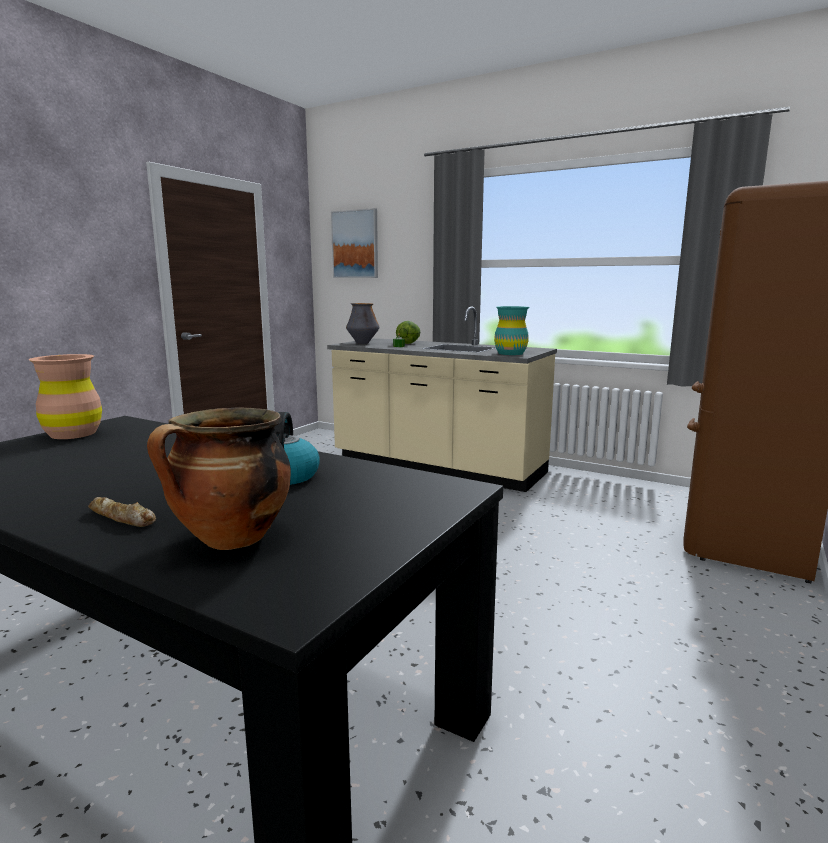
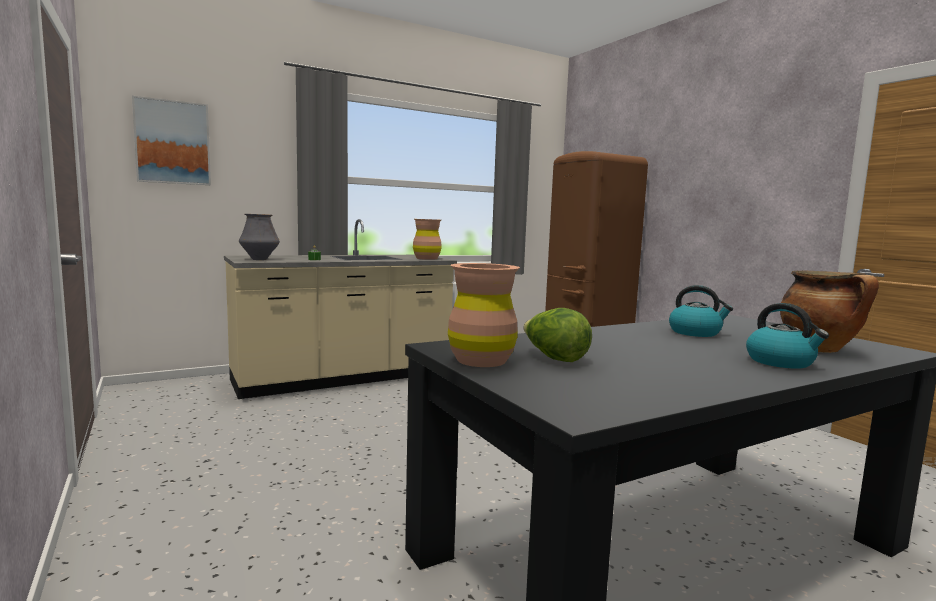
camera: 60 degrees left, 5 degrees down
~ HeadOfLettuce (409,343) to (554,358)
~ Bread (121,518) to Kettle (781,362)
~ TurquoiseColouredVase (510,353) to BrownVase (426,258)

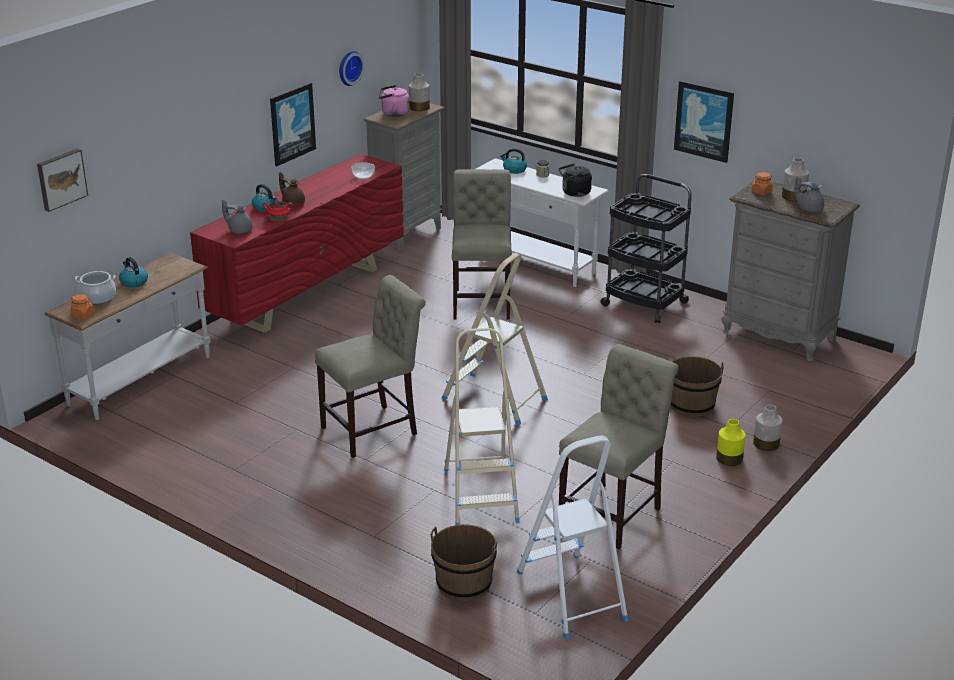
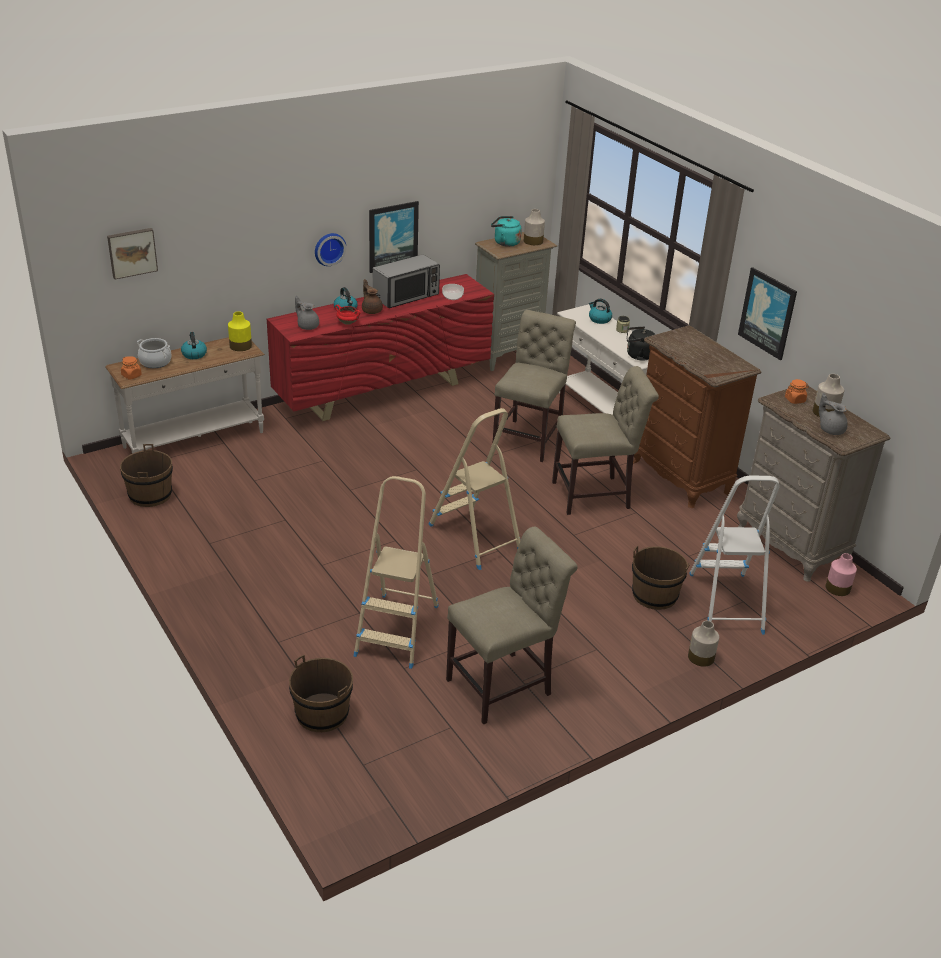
camera: 20 degrees right, 5 degrees up
+ BrownPail (150,495)
+ MicrowaveOven (406,296)
+ PinkColouredVase (837,587)
~ BeigeChair (374,429) to (595,495)
~ WallClock (349,67) to (329,248)
~ WhiteStepLadder (570,594) to (725,601)
~ YellowVase (729,458) to (240,346)
~ BlackColouredTrolley (643,304) to BrownDrawerChest (679,478)
~ PinkColouredKettle (393,113) to TurquoiseColouredKettle (505,242)

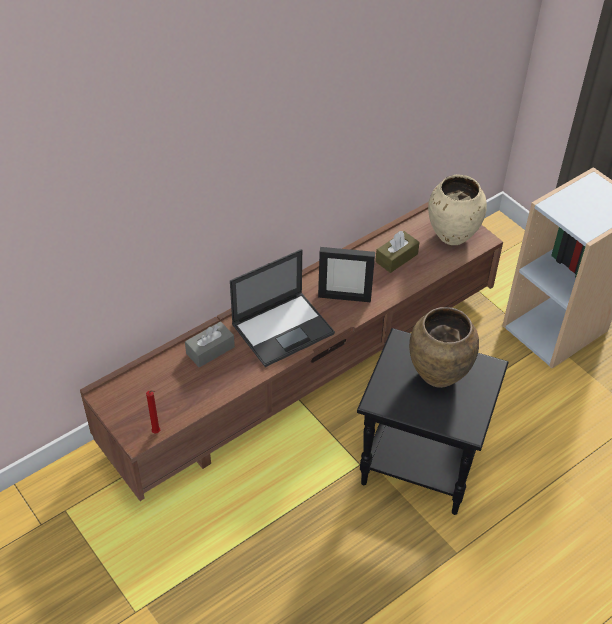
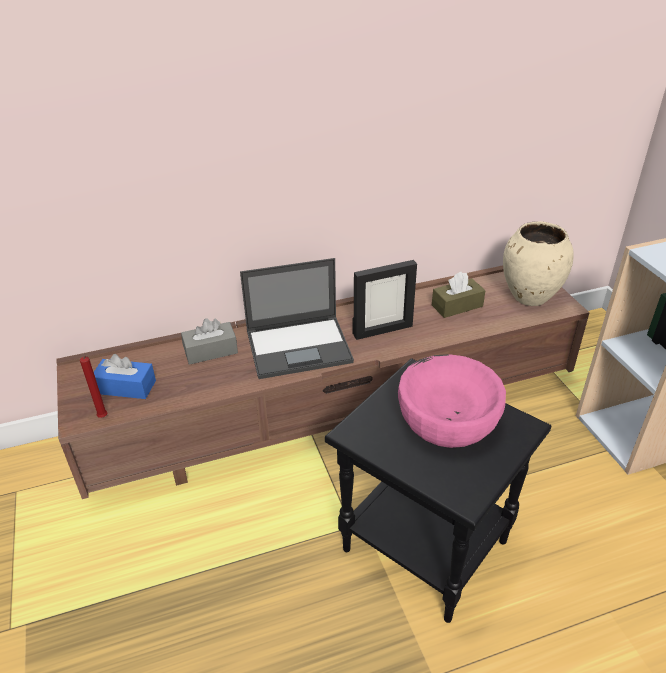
camera: 20 degrees right, 10 degrees down
+ BluishBoxOfTissues (126,387)
~ BrownVase (437,375) to PinkColouredDeepDish (447,420)
~ StandingFrame (344,296) = (382,330) 45 degrees counterclockwise

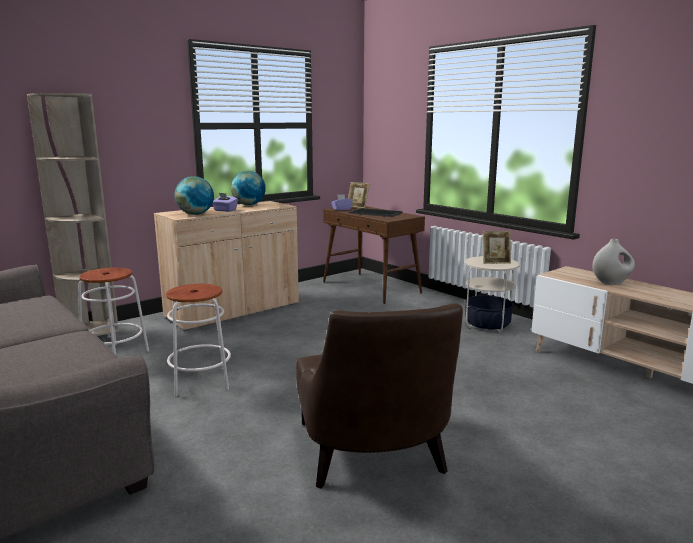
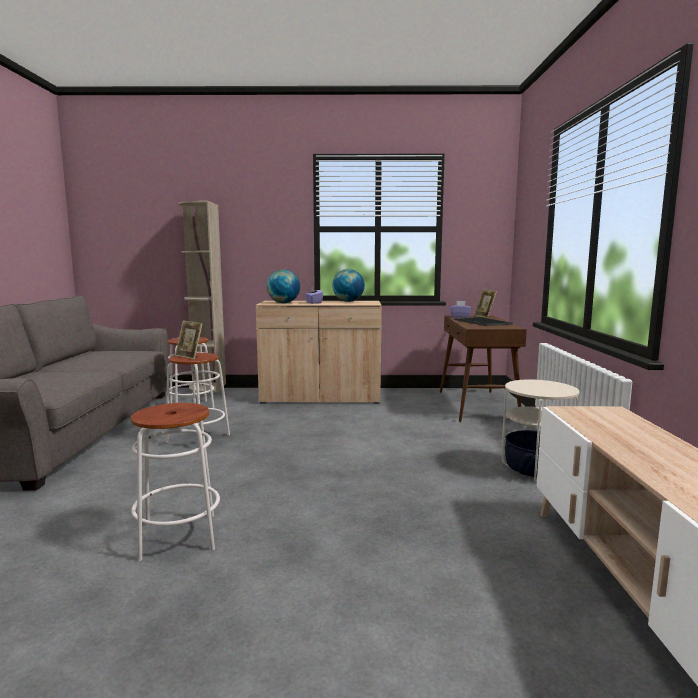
camera: 40 degrees right, 5 degrees down
- WhiteVase (611,282)
~ StandingFrame (495,262) to (189,357)
~ BrownLoungeChair (373,455) to WhiteStool (178,536)

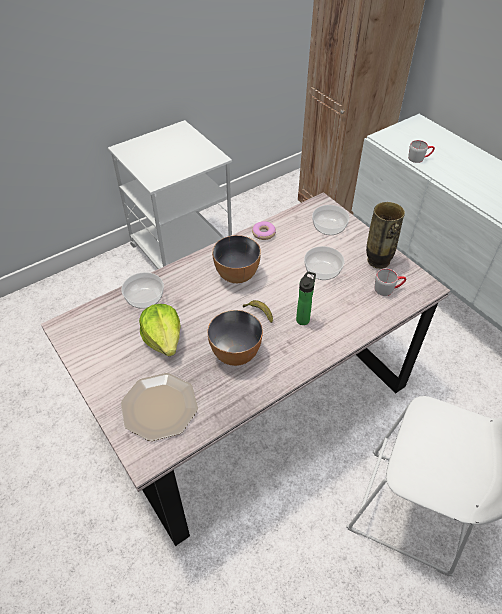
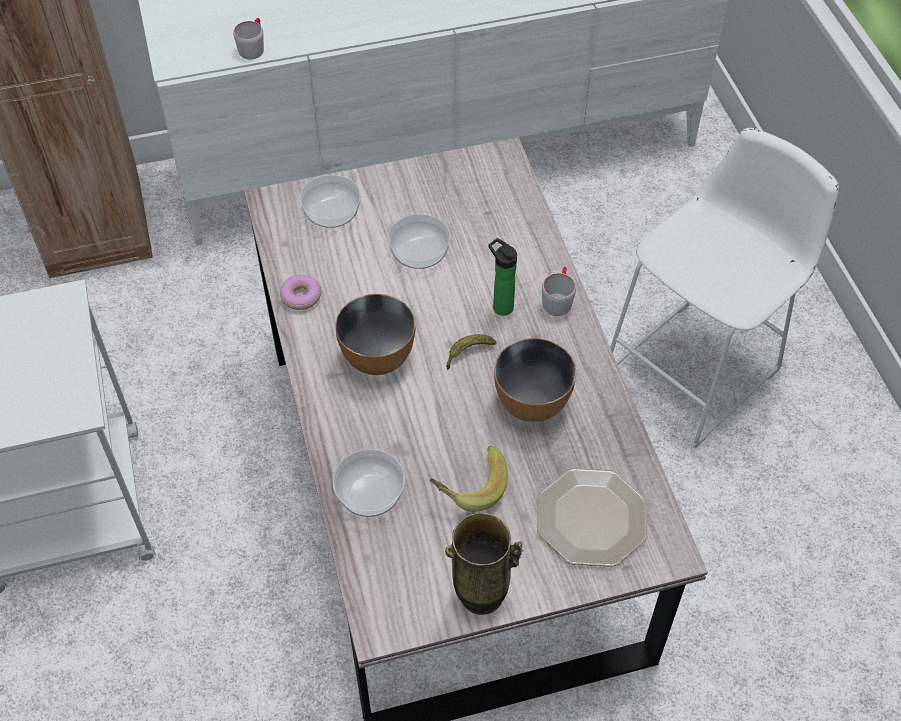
camera: 70 degrees left, 5 degrees up
~ Vase (378,261) to (481,596)
~ GrayTeaMug (388,289) to (558,299)
~ HeadOfLettuce (163,339) to Banana (468,486)

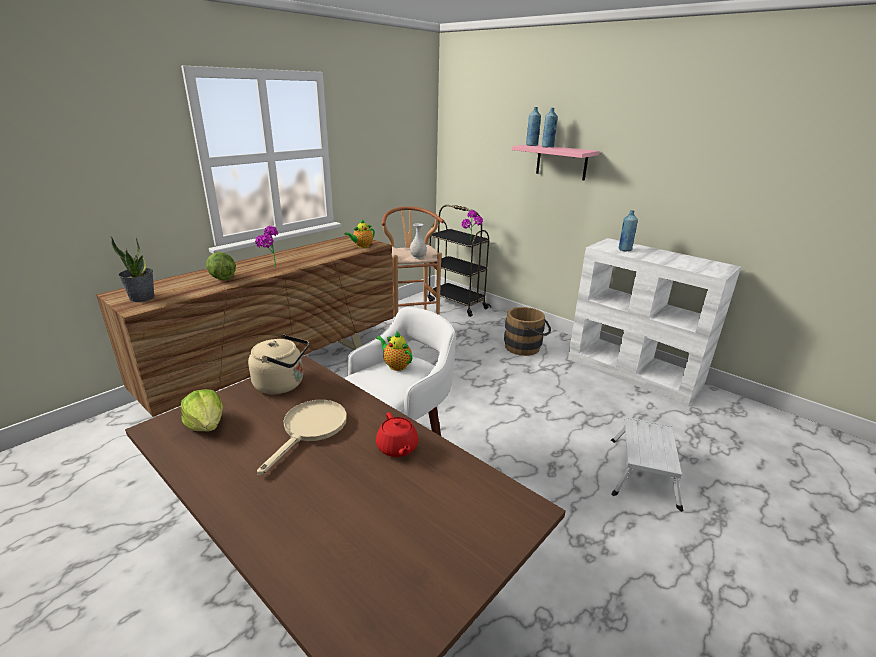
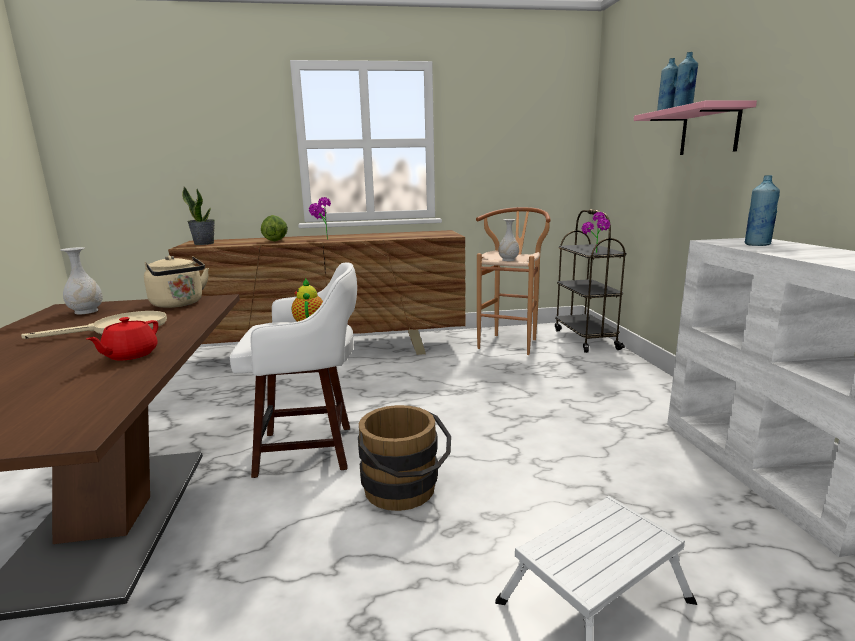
camera: 40 degrees right, 10 degrees down
- TeaPot (362,246)
~ BrownPail (526,347) to (404,491)
~ HeadOfLettuce (206,424) to WhiteVase (87,311)

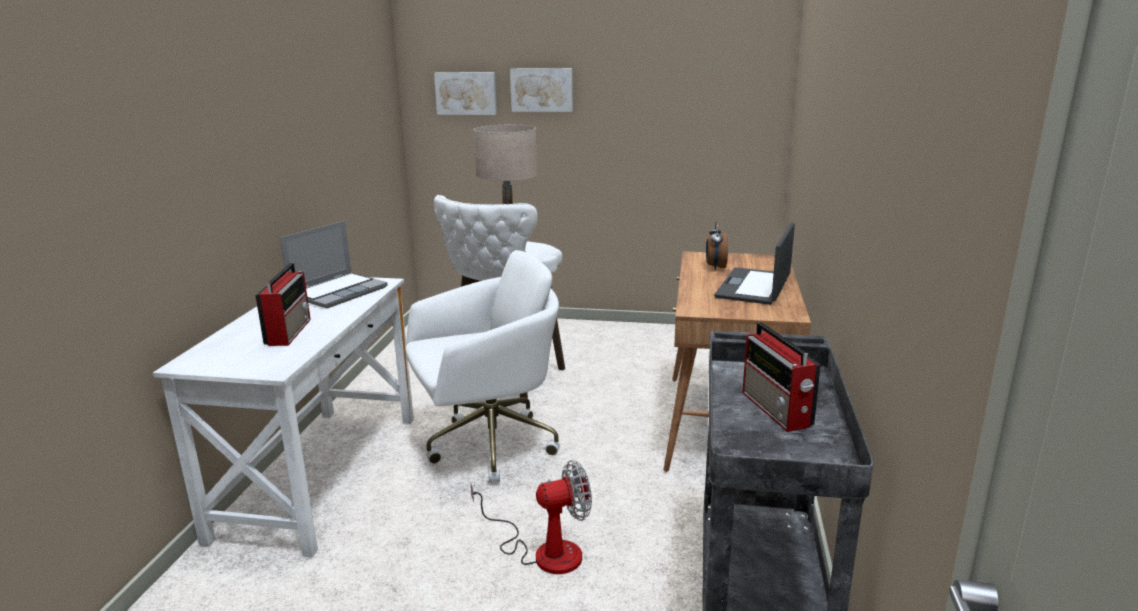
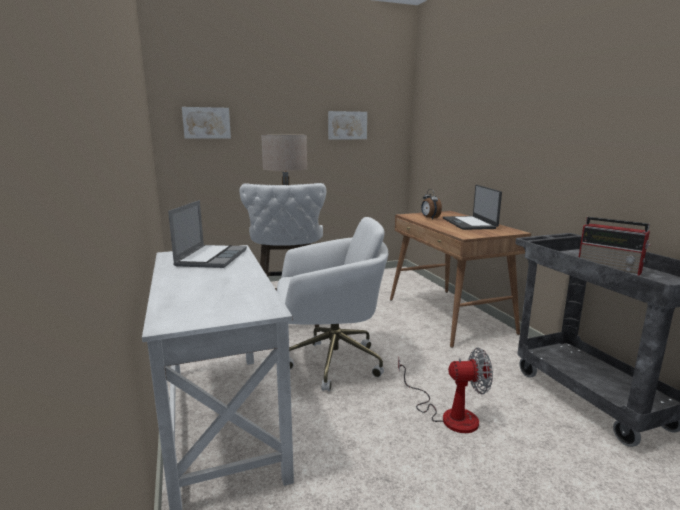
camera: 30 degrees left, 5 degrees down
- Radio (289,331)
~ WallPicture (542,90) to (347,125)
~ WhiteDeskChair (487,448) = (329,364) 45 degrees clockwise
~ CoolingFan (544,551) = (449,414) 45 degrees clockwise

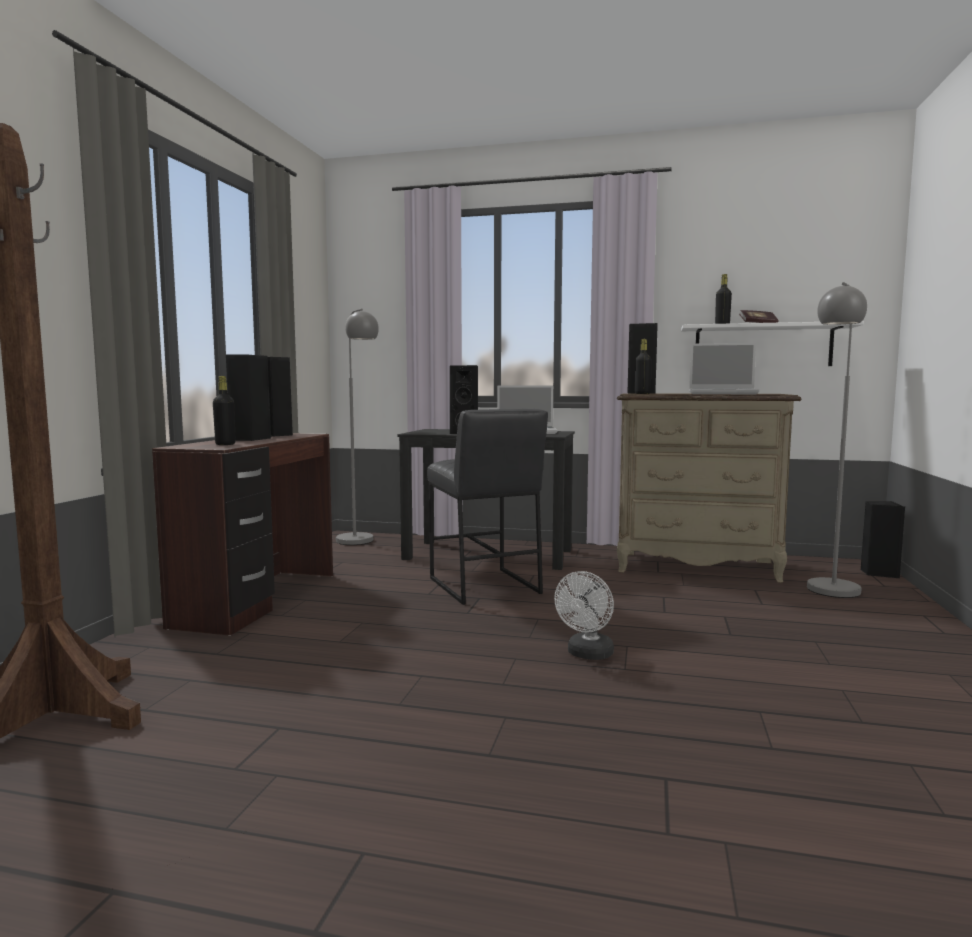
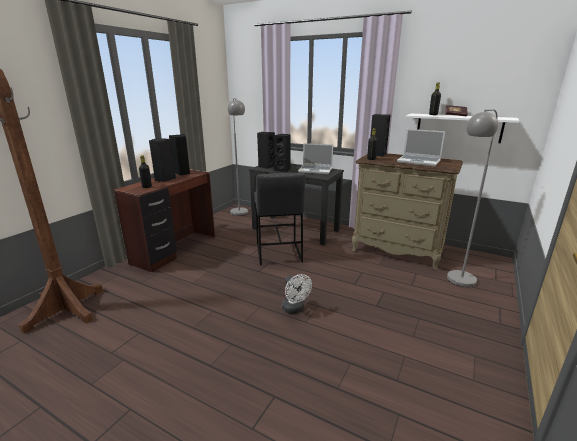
camera: 15 degrees right, 15 degrees up
~ BlackColouredLoudspeaker (879,573) to (266,166)
~ WhiteCoolingFan (587,655) = (295,309) 75 degrees counterclockwise

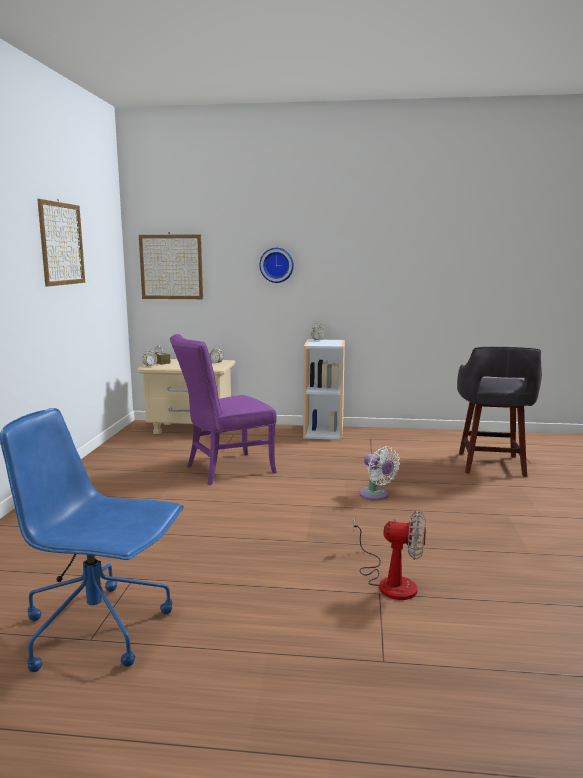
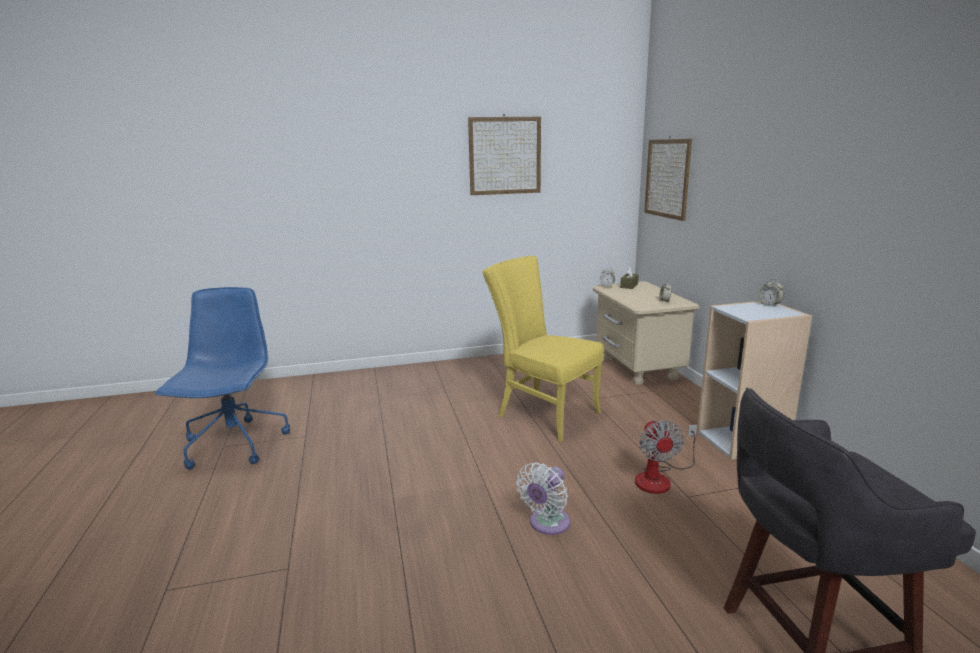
camera: 70 degrees right, 5 degrees up
- WallClock (277,265)
~ CoolingFan (390,581) to (660,478)
~ PurplishChair (224,470) to YellowChair (542,413)

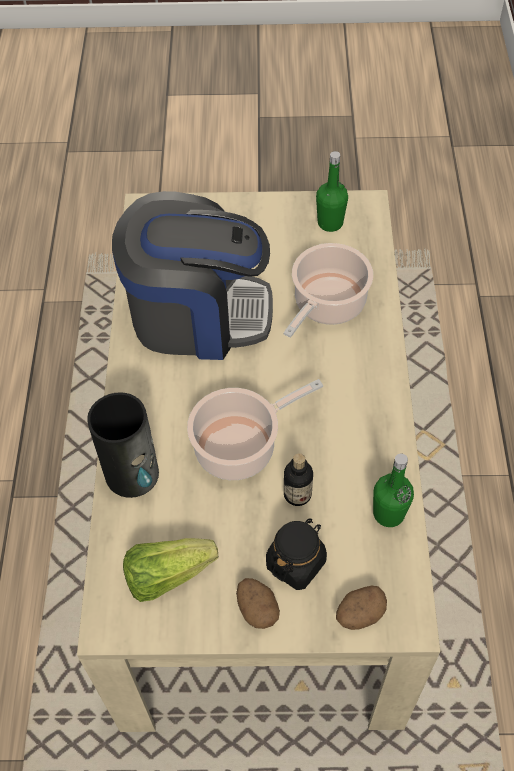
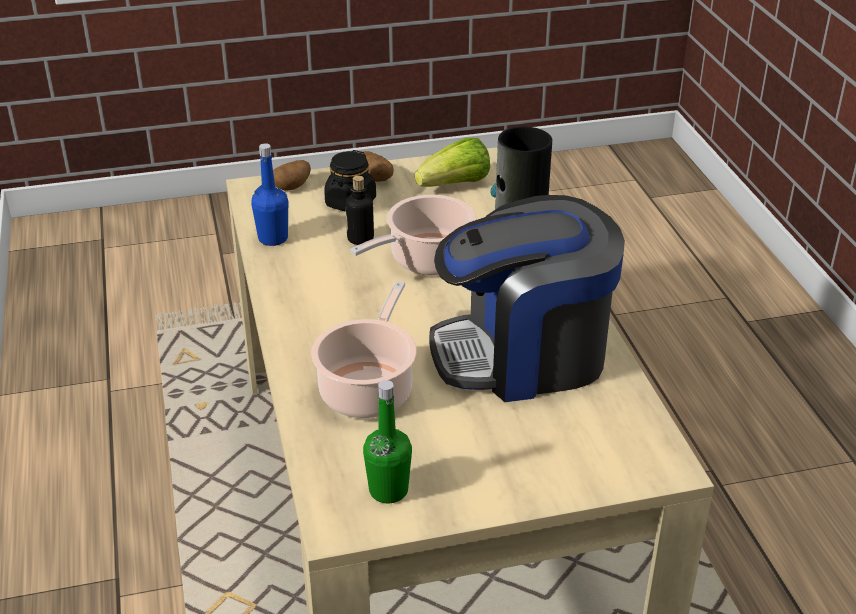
camera: 165 degrees right, 20 degrees down
~ GreenBeverageBottle (388,513) to BluishBeverageBottle (273,238)

